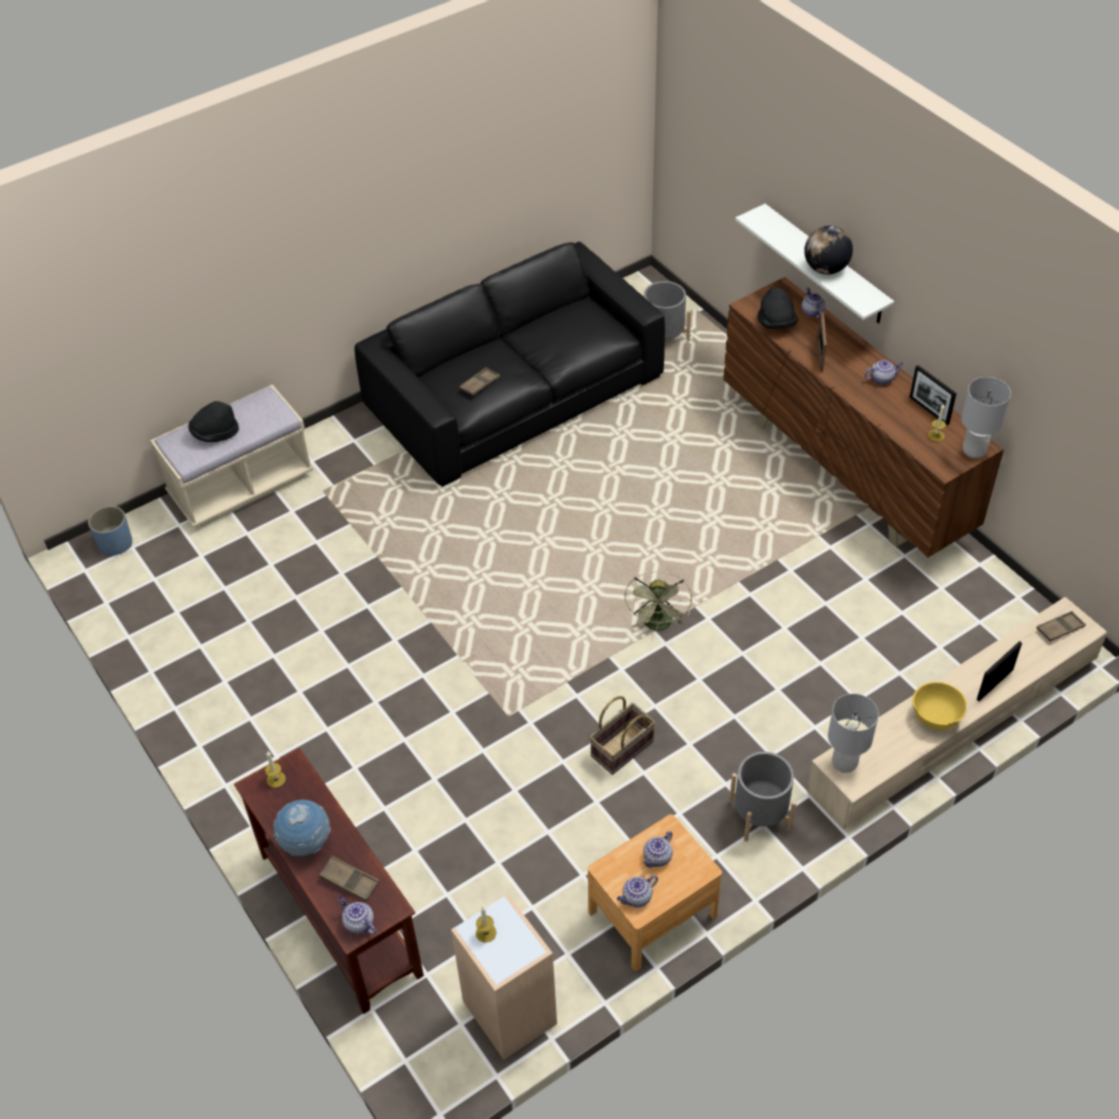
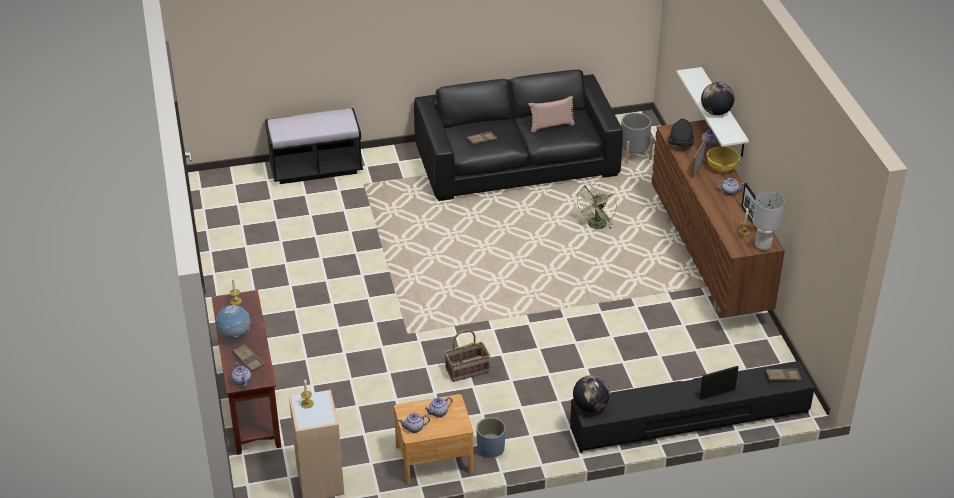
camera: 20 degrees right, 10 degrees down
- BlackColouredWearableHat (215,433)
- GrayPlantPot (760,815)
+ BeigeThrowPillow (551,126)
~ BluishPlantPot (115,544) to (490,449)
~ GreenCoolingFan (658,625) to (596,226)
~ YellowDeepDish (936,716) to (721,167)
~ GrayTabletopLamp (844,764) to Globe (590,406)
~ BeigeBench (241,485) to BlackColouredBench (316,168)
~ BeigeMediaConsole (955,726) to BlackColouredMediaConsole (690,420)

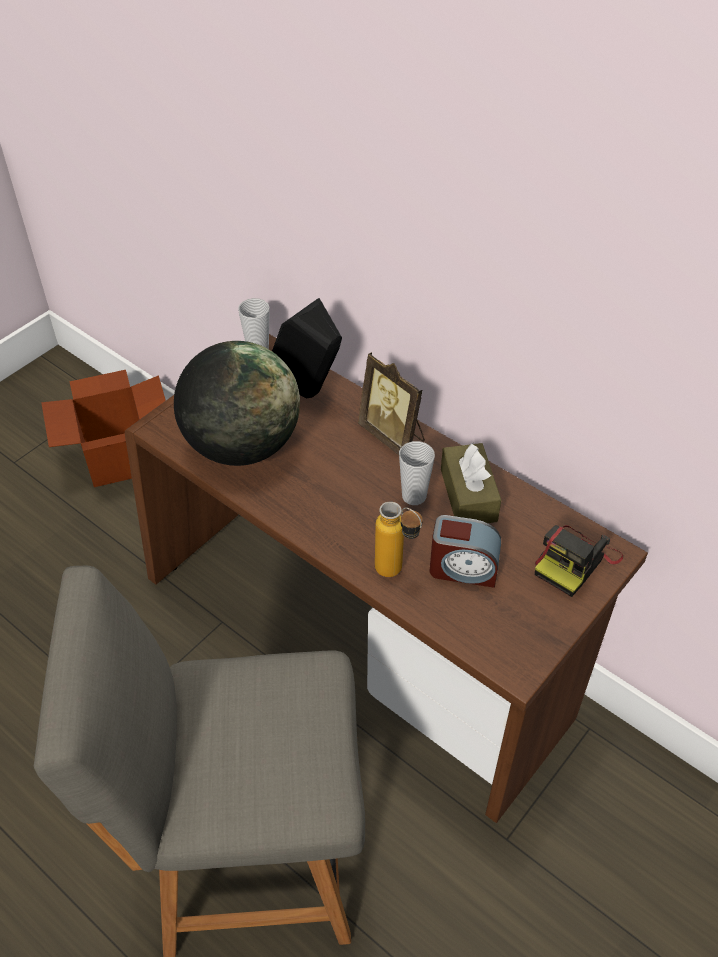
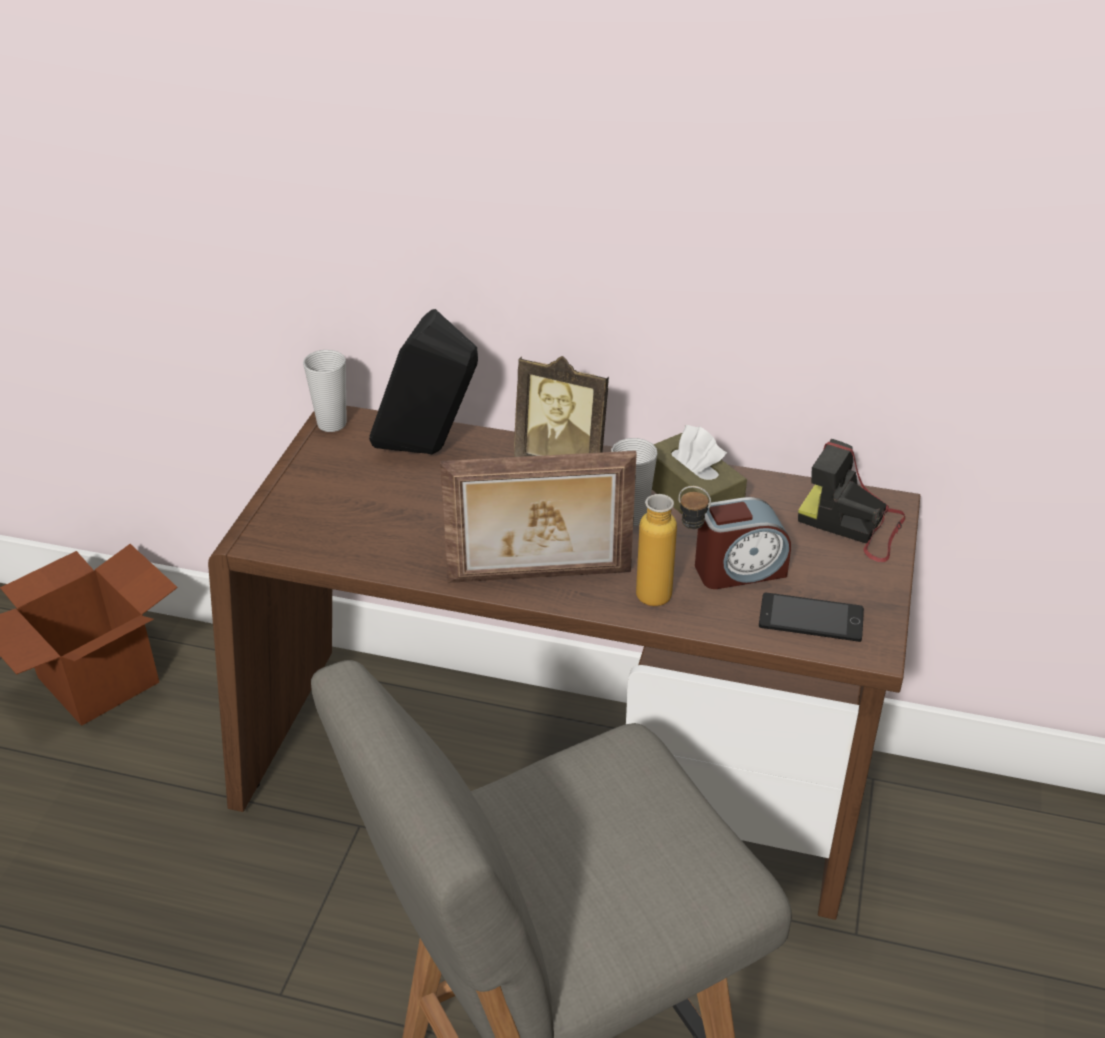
camera: 25 degrees left, 10 degrees down
- Globe (242,447)
+ StandingFrame (539,578)
+ Phone (811,618)
~ PhotoCamera (575,561) = (853,525) 105 degrees clockwise

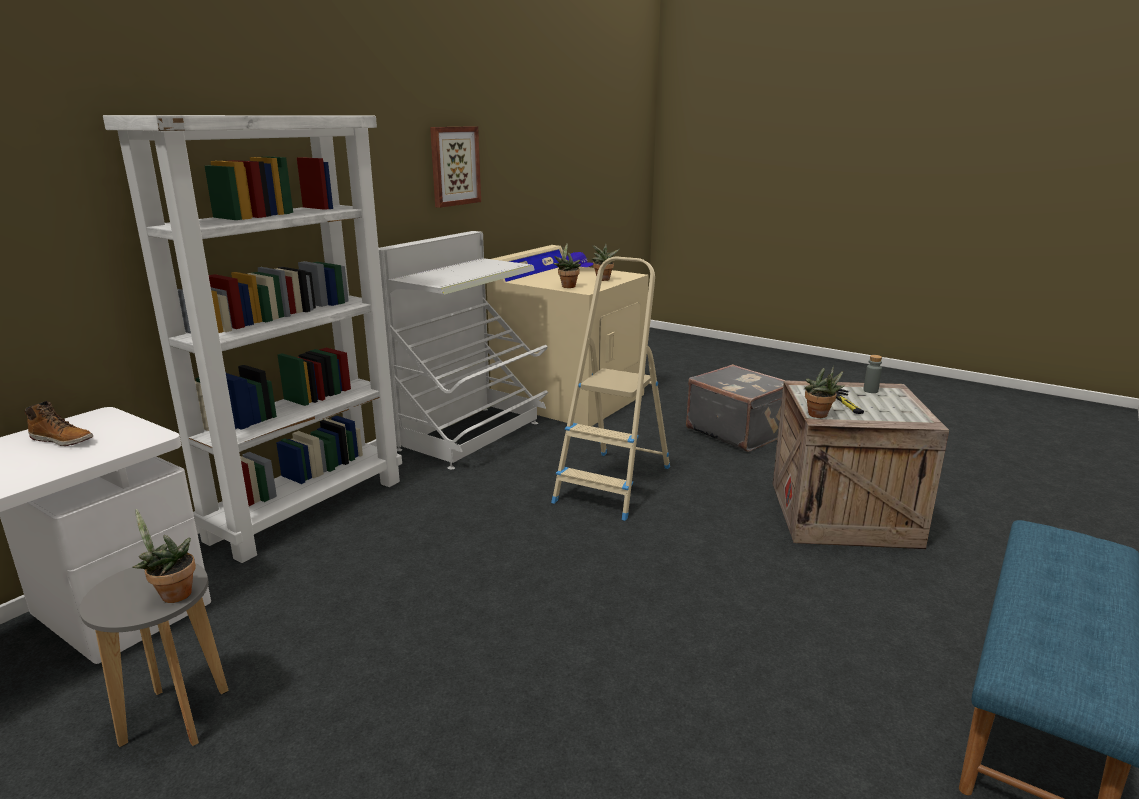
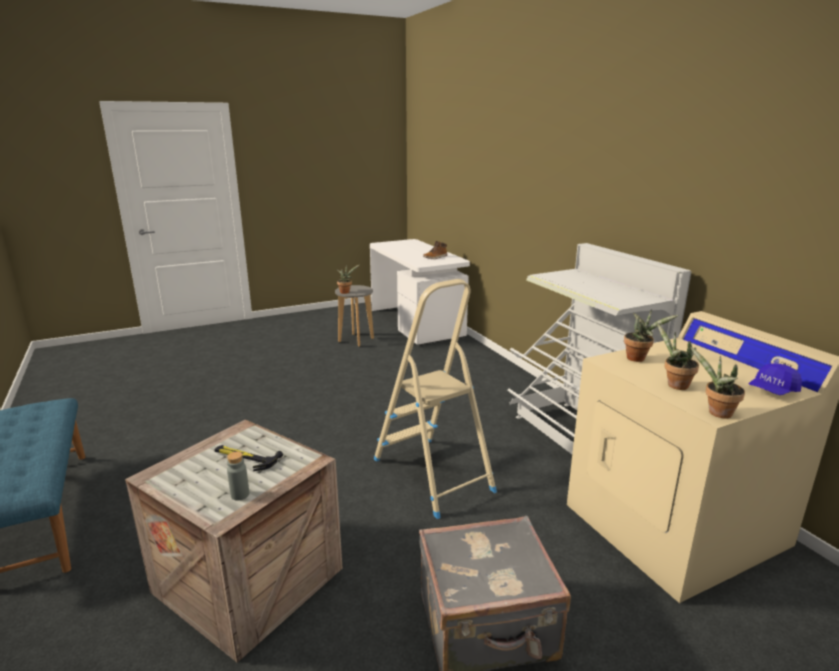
camera: 120 degrees right, 0 degrees up
- WhiteBookshelf (308,508)
- WallPicture (454,166)
~ Houseplant (819,416) to (716,413)

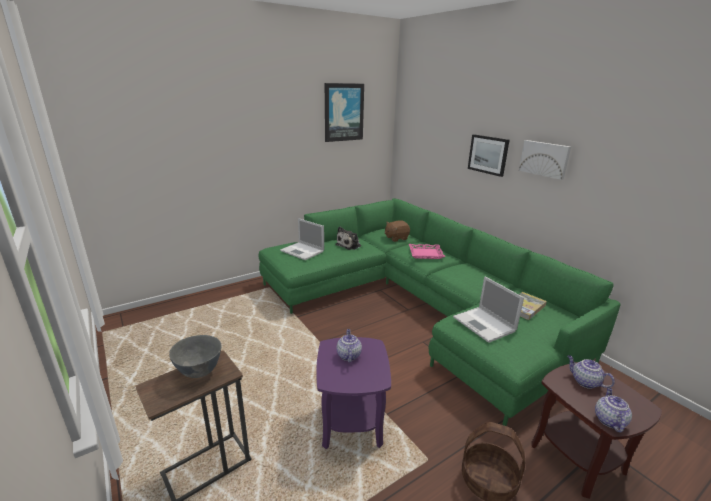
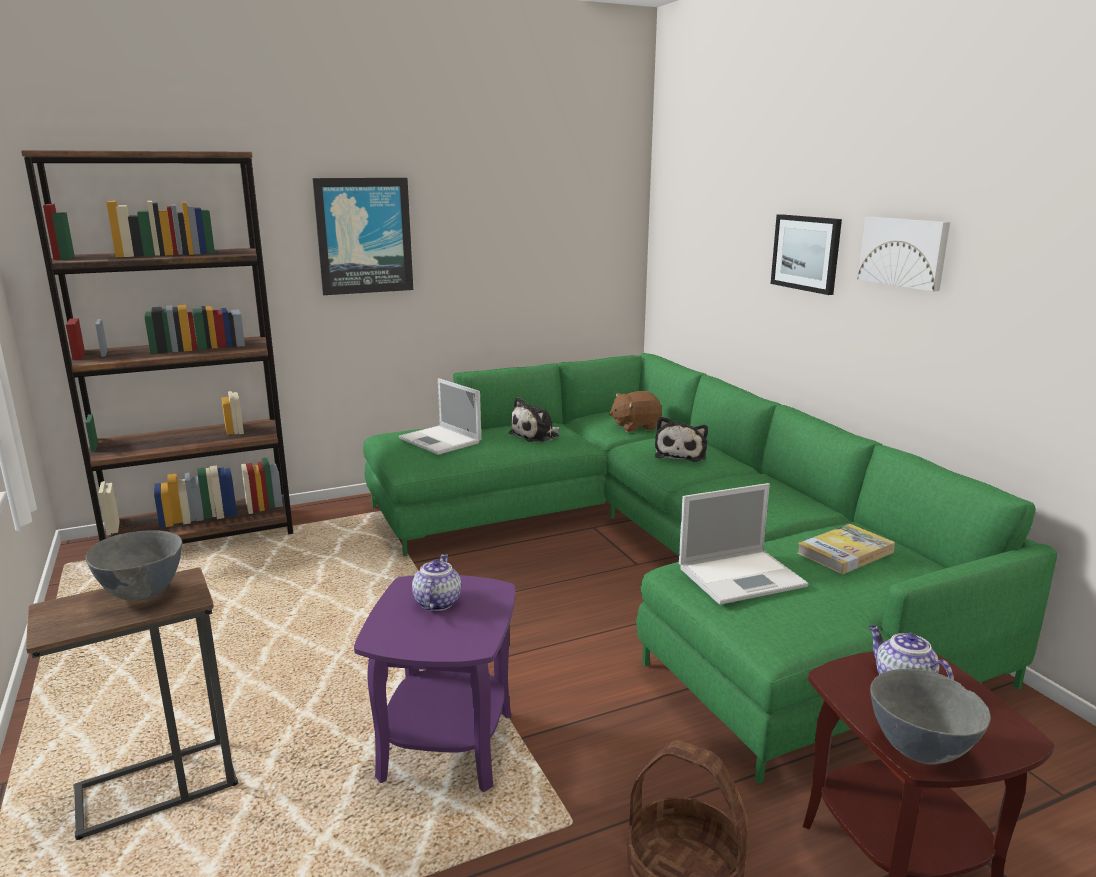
camera: 10 degrees right, 5 degrees down
+ BrownBookshelf (202,536)
~ WallPicture (343,112) to (364,236)
~ PinkColouredCarryingTray (425,253) to PlushToy (681,454)
~ TeaPot (609,420) to GrayDeepDish (919,750)
~ NotebookComputer (485,325) = (743,576) 90 degrees counterclockwise

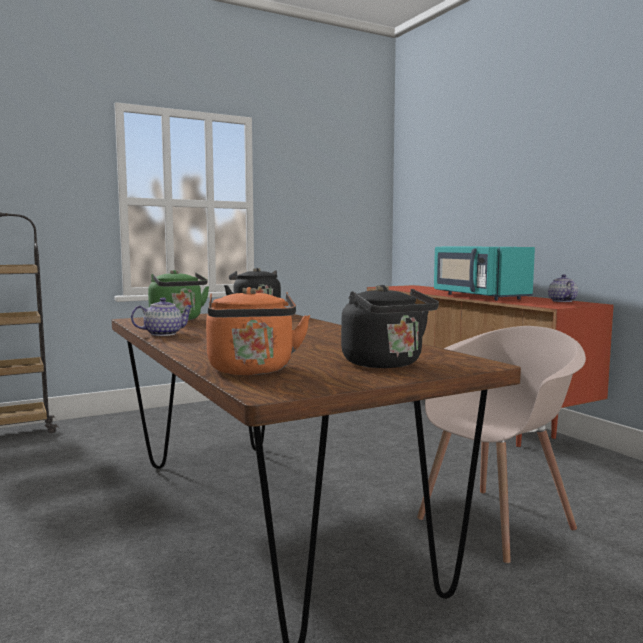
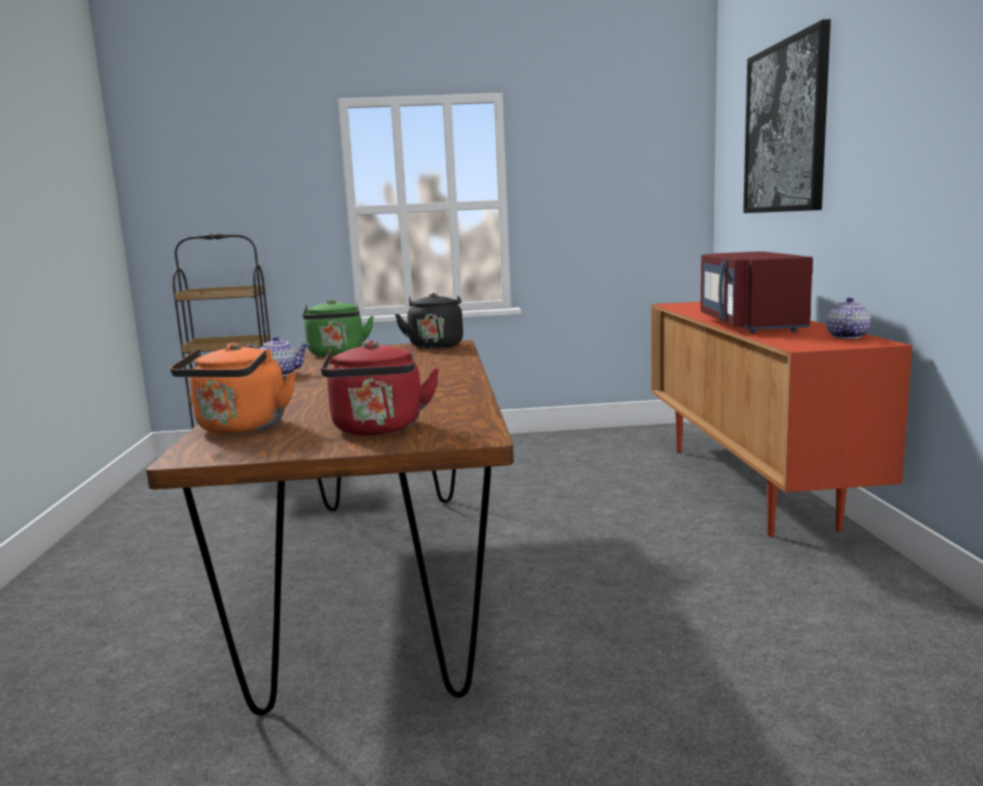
camera: 25 degrees right, 5 degrees up
- BeigeChair (495,523)
+ WallPicture (785,128)
~ BlackColouredKettle (386,364) to RedKettle (378,429)
~ TurquoiseColouredMicrowaveOven (478,296) to RedMicrowaveOven (749,325)

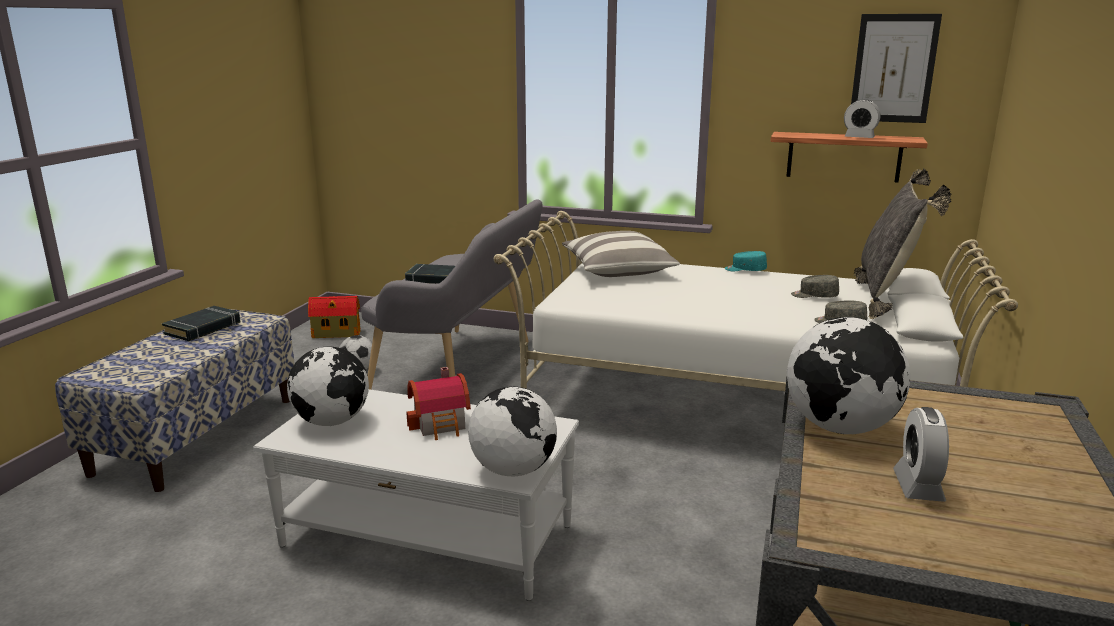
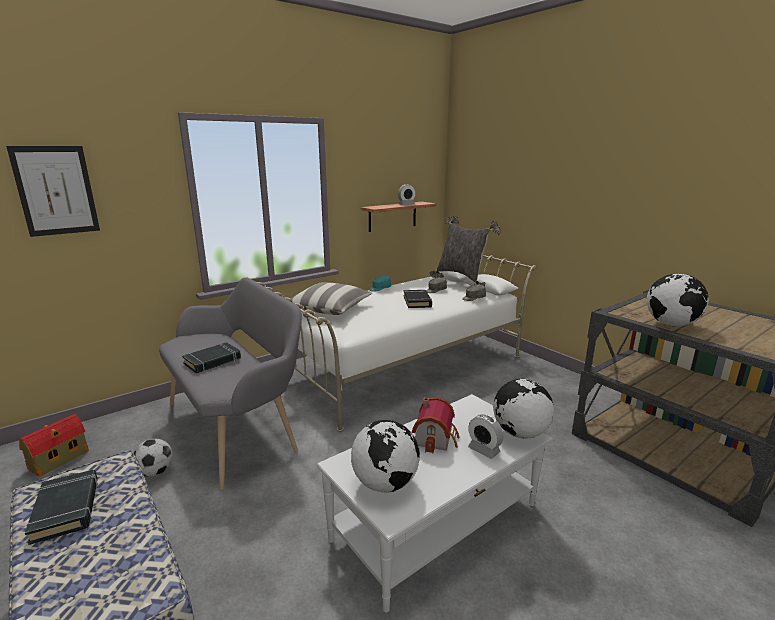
camera: 55 degrees left, 0 degrees up
+ BlackColouredBoundBook (417,301)
~ WallPicture (893,68) to (56,191)
~ TableClock (918,486) to (484,450)

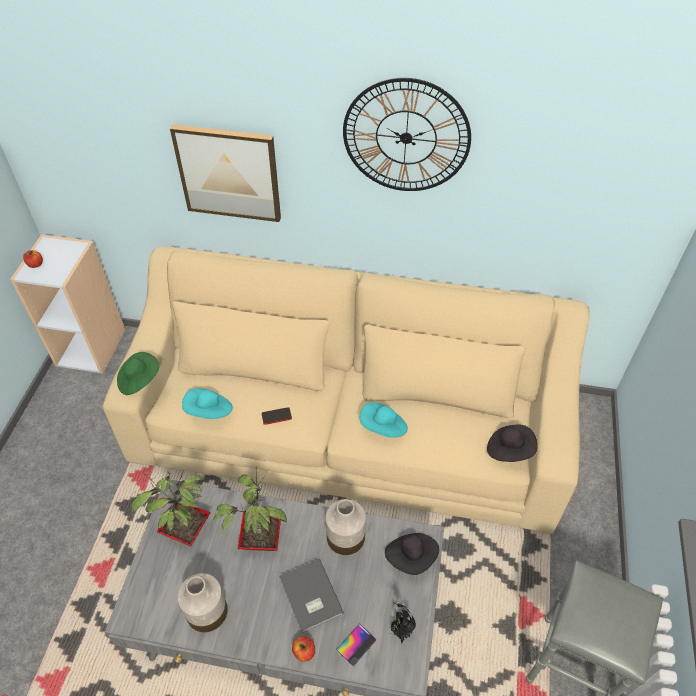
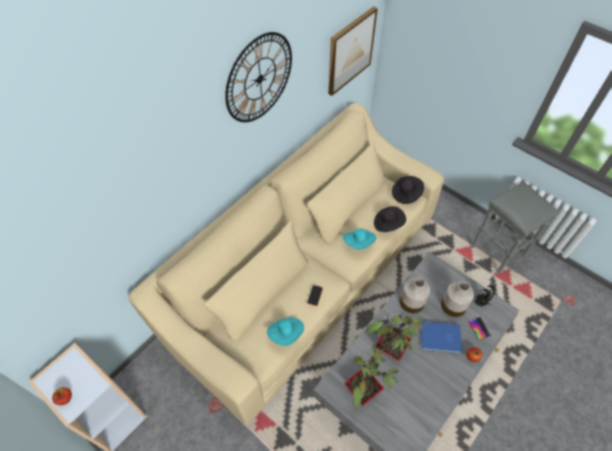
camera: 60 degrees left, 5 degrees up
- GreenWearableHat (139,380)
~ WallPicture (229,173) to (350,51)
~ BeigeVase (207,611) to (453,305)
~ BlackColouredWearableHat (411,557) to (388,224)
~ GrayBoundBook (309,597) to BluishBoundBook (441,338)

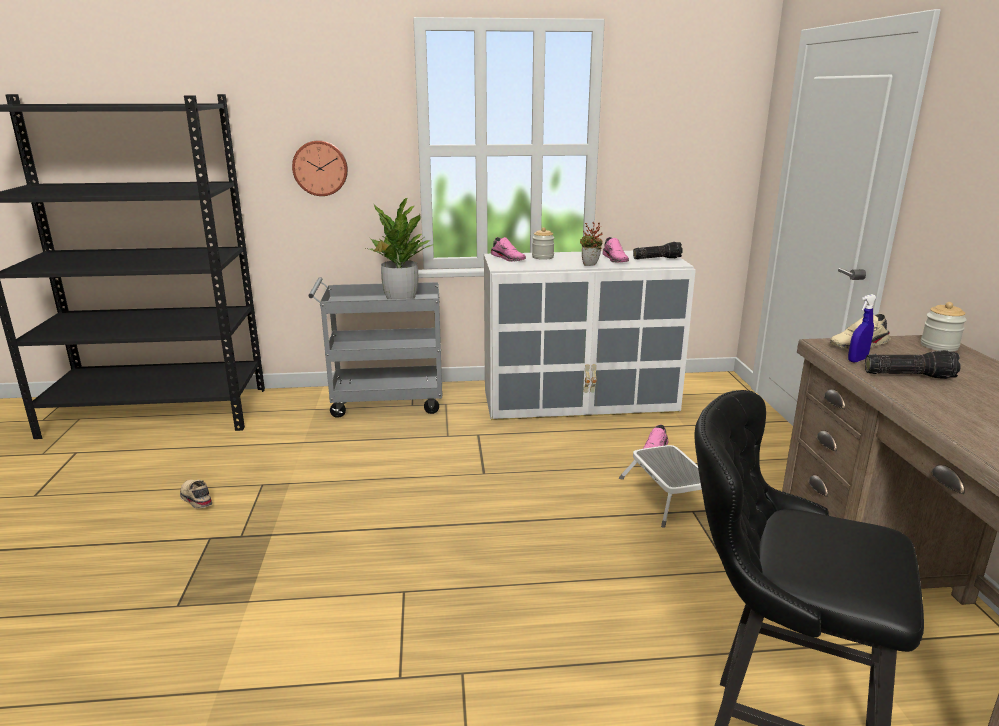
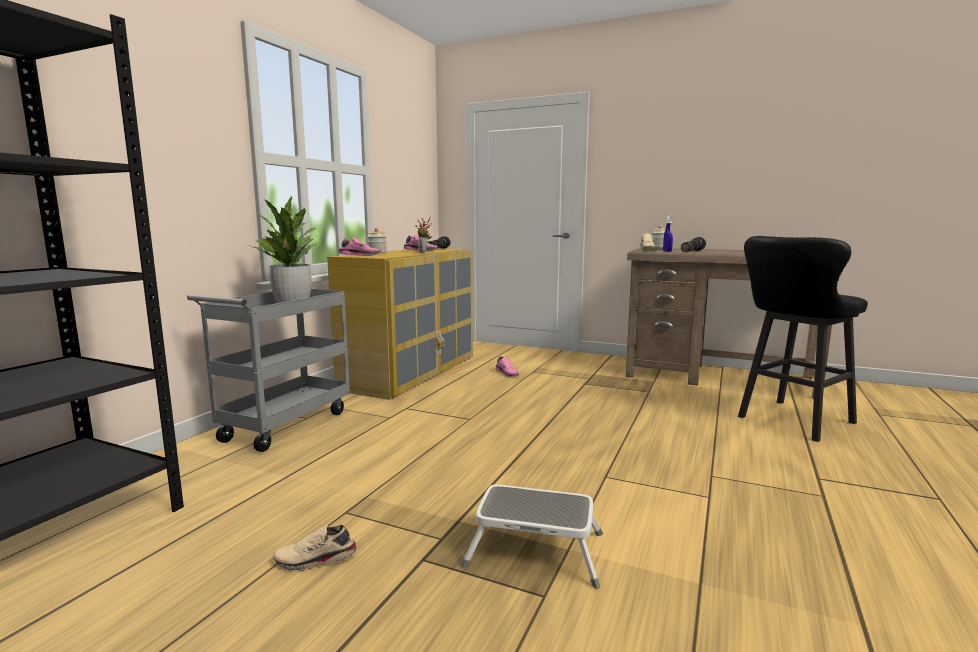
camera: 60 degrees left, 10 degrees down
- WallClock (320,168)
~ GrayStepLadder (668,496) to (534,550)
~ WhiteCabinet (580,402) to YellowCabinet (412,373)

